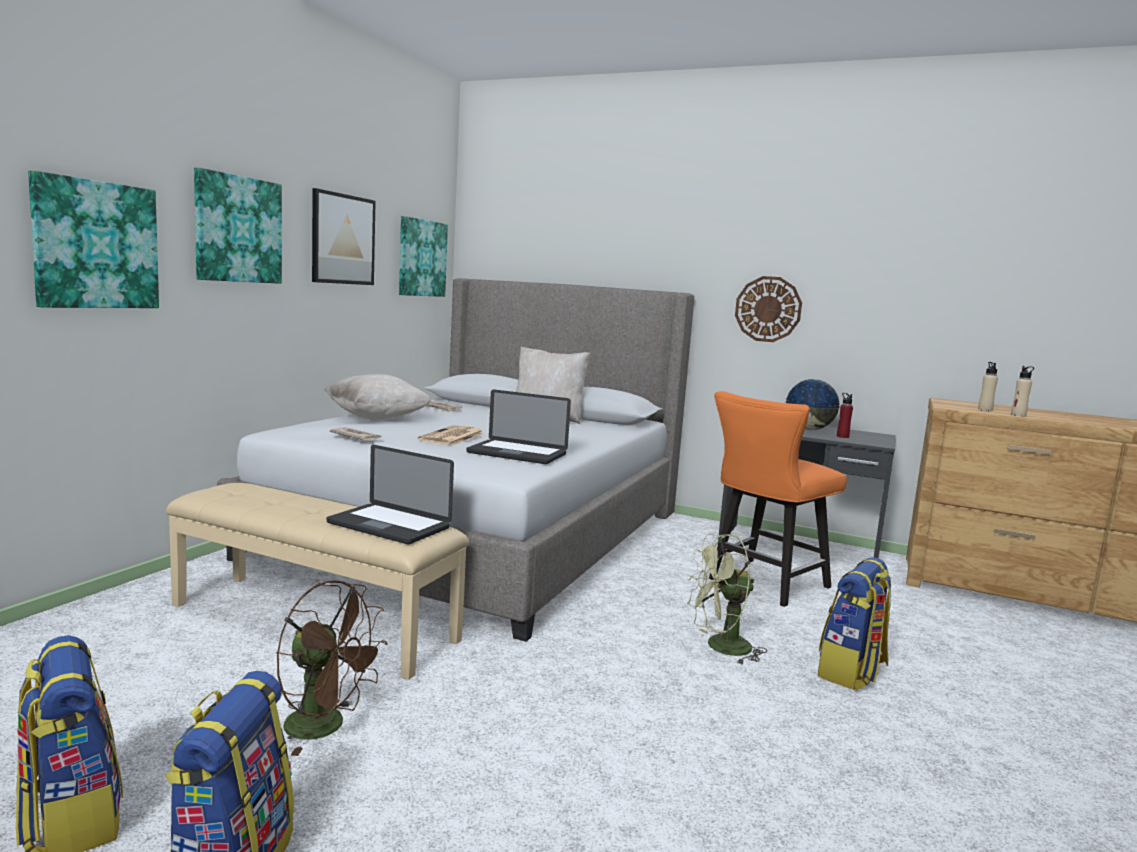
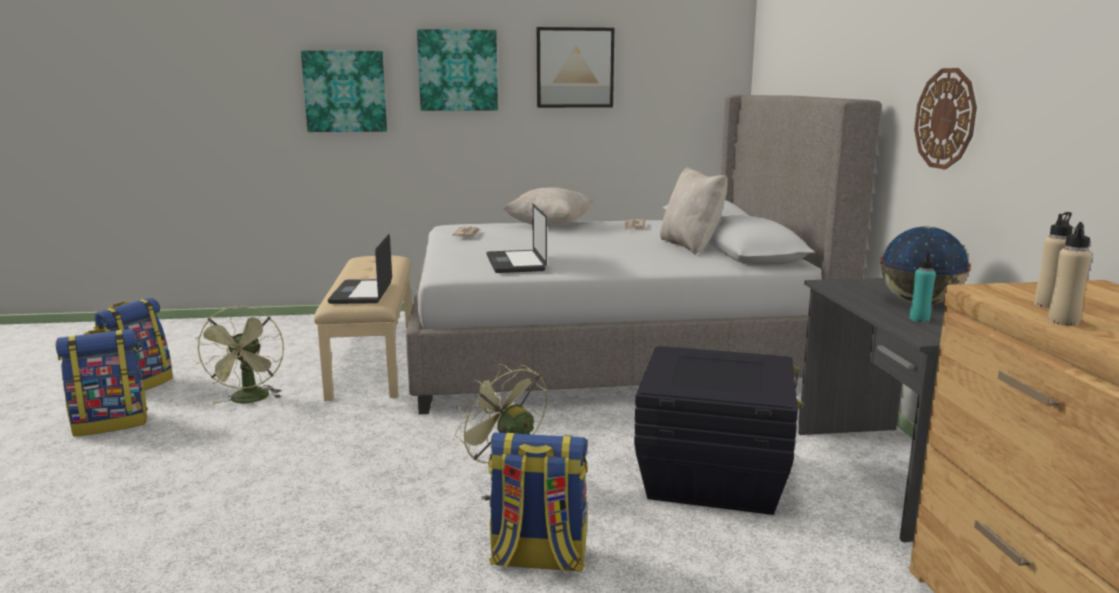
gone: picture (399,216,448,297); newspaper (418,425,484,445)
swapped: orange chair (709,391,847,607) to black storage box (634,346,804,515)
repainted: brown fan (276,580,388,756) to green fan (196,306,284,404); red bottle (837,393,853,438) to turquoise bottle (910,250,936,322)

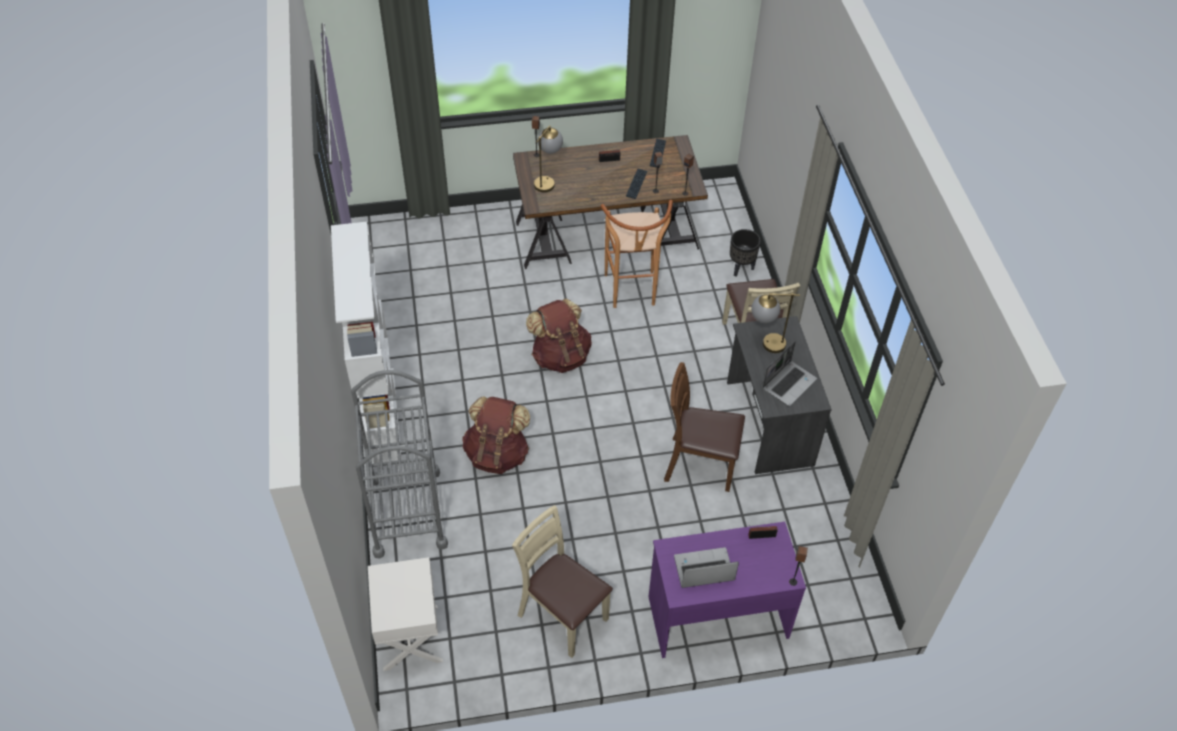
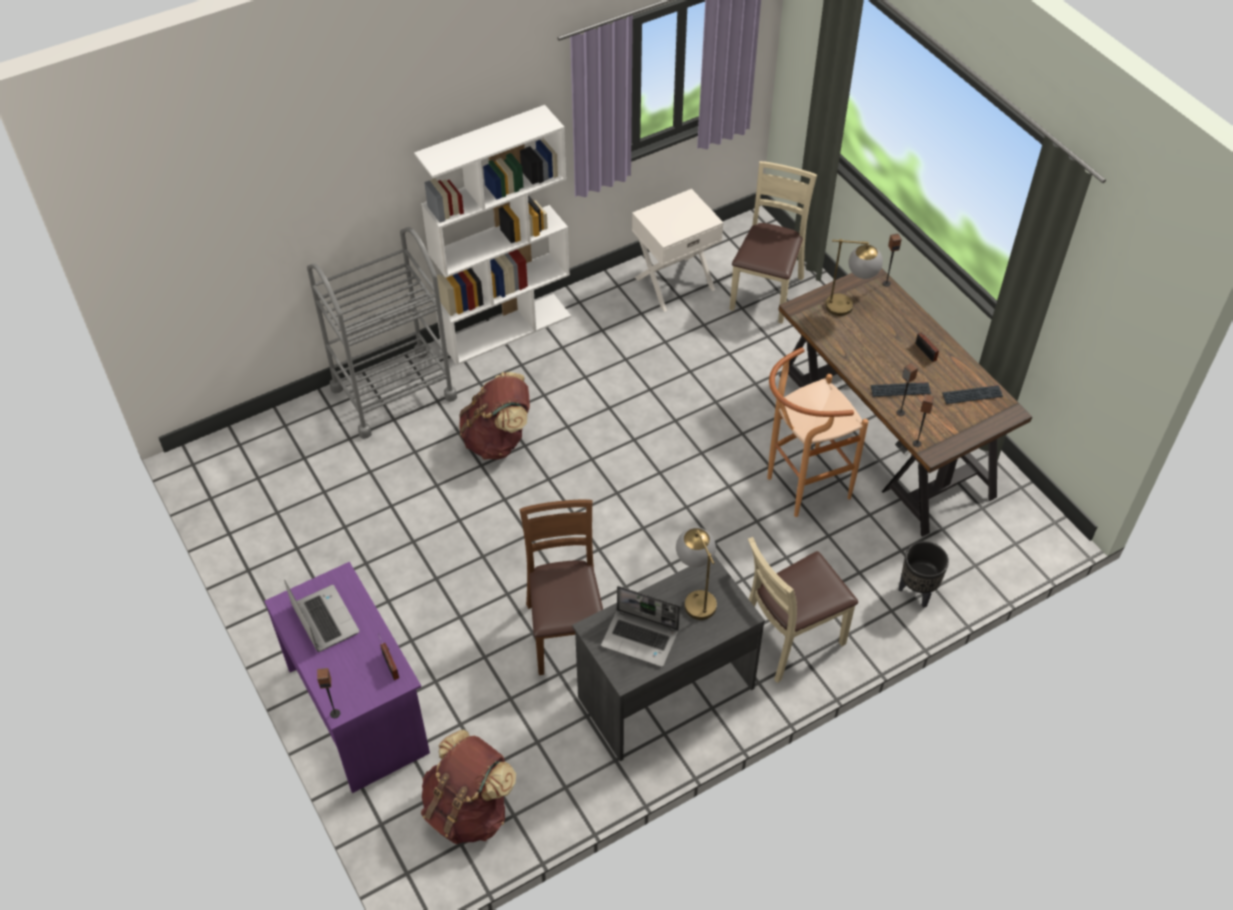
shifted: white nightstand (368,557,443,671) to (632,189,723,312); beige chair (512,505,613,658) to (729,161,817,323); brown backpack (526,298,592,373) to (421,729,516,844)

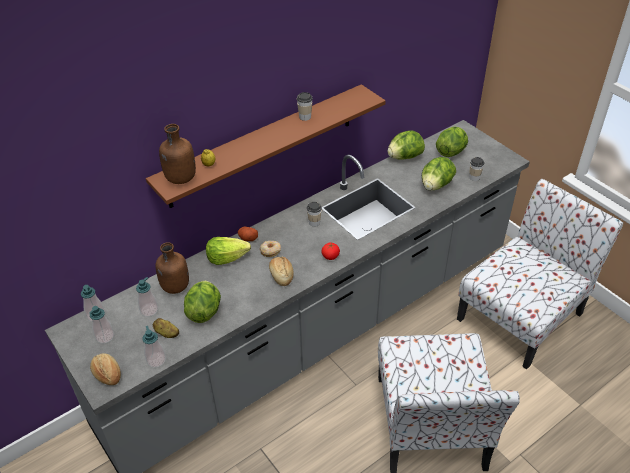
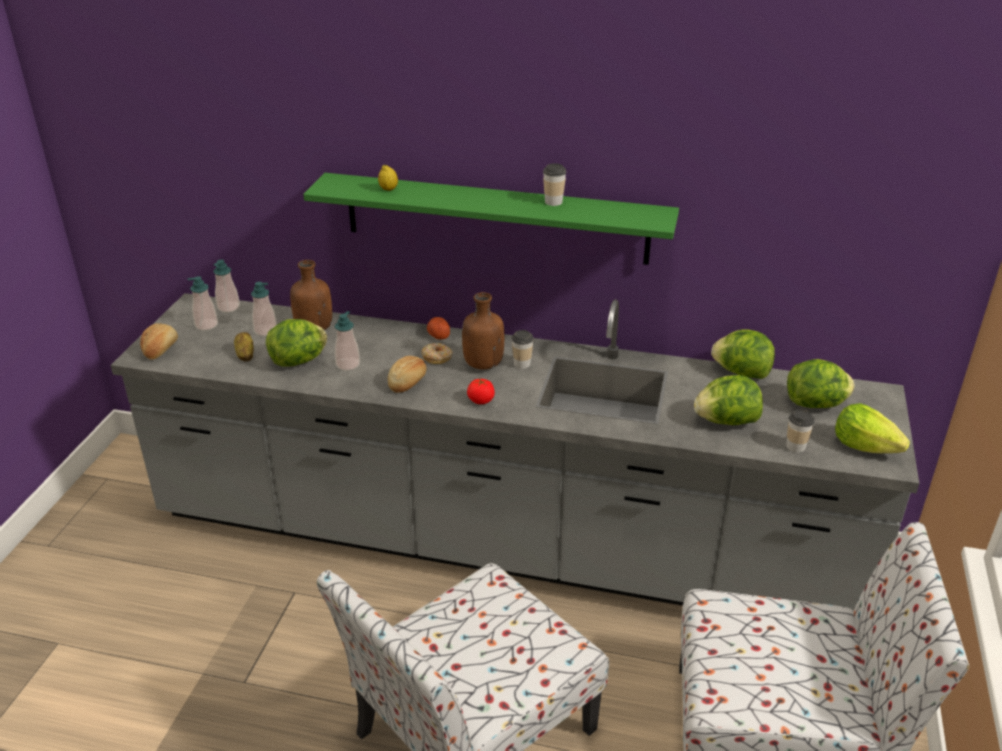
shifted: soap dispenser (143,326,166,368) to (335,311,360,371); brown bottle (159,124,196,184) to (462,292,504,369); lettuce (206,237,251,265) to (835,403,910,453)
repainted: brown shelf (146,84,386,208) to green shelf (303,173,679,265)

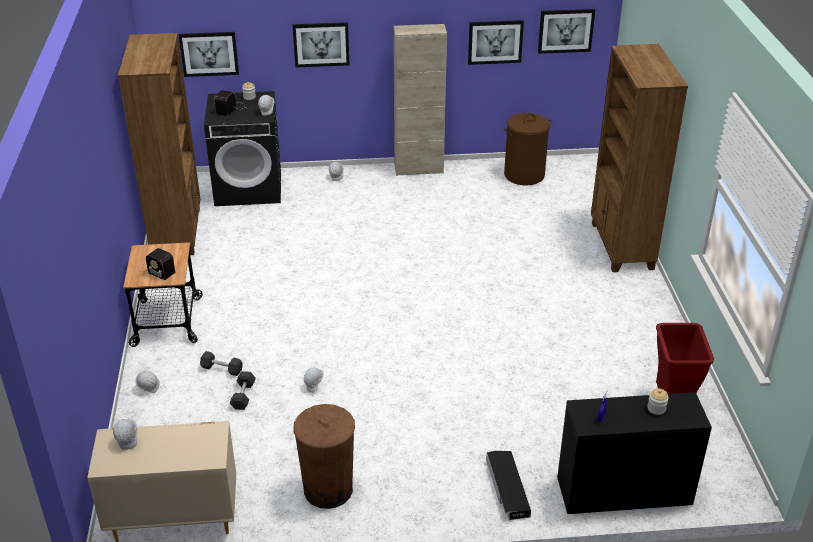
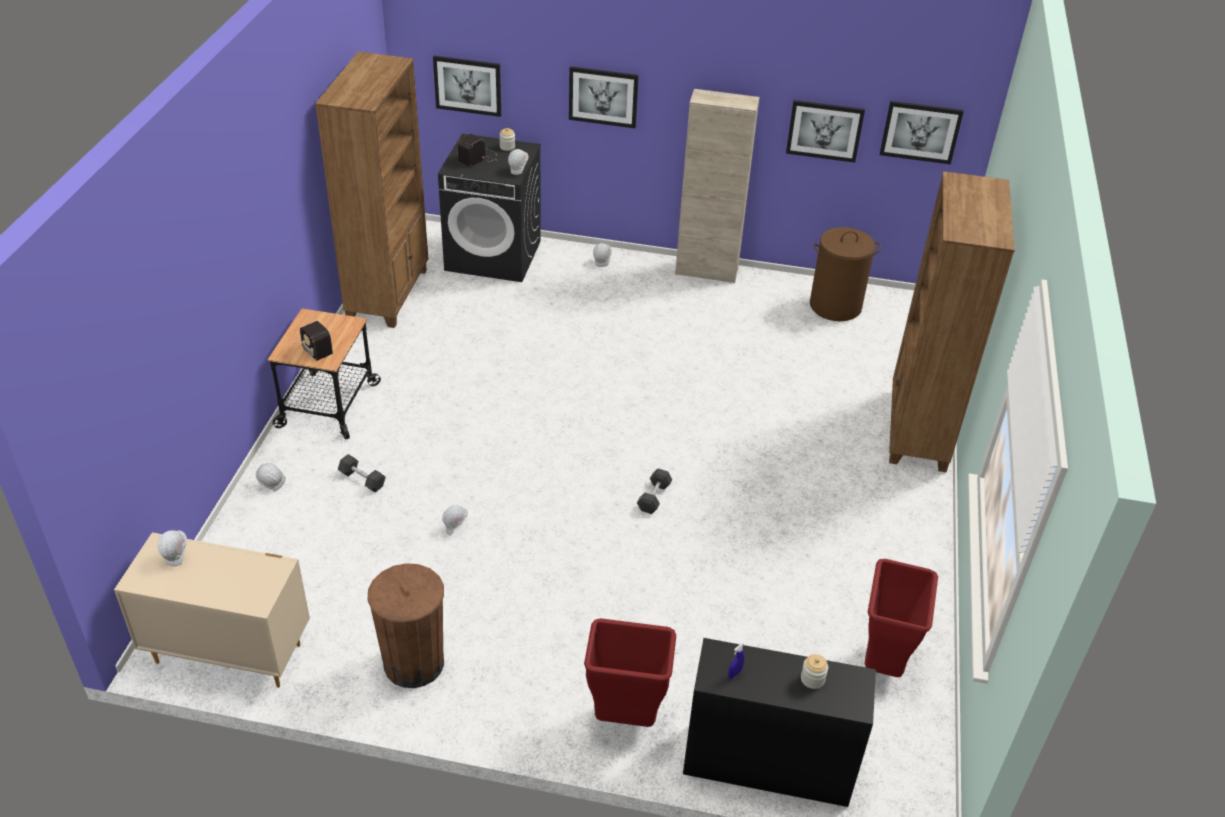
shifted: black dumbbell (230,371,256,410) to (637,468,672,514)
swapped: black storage box (486,451,531,520) to red trash can (584,618,676,727)

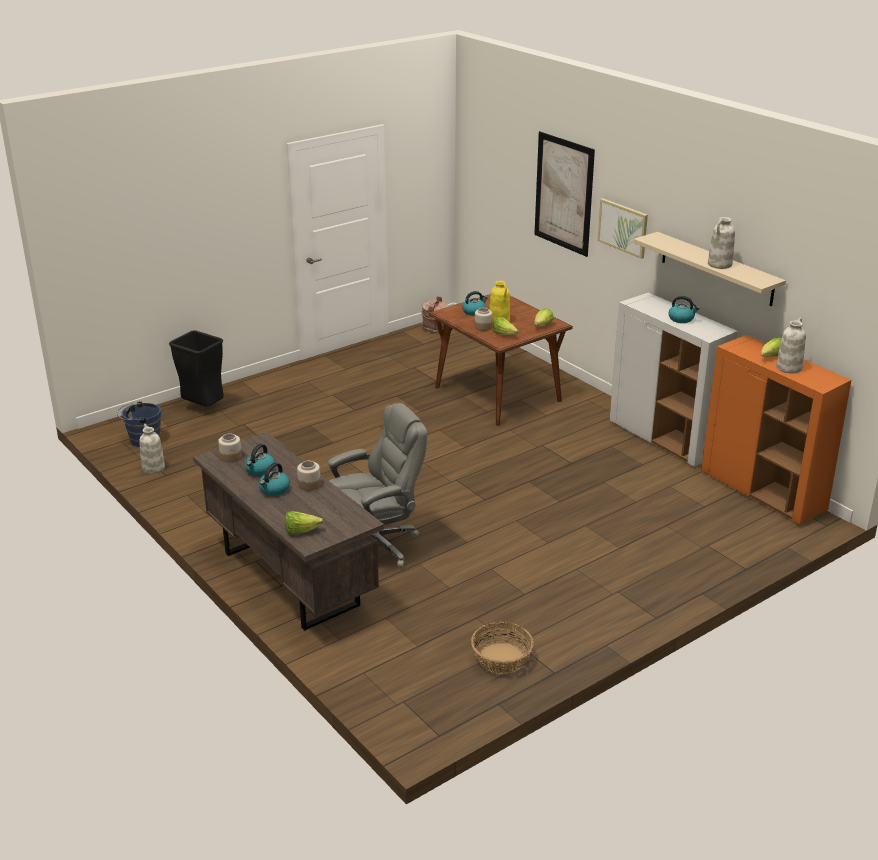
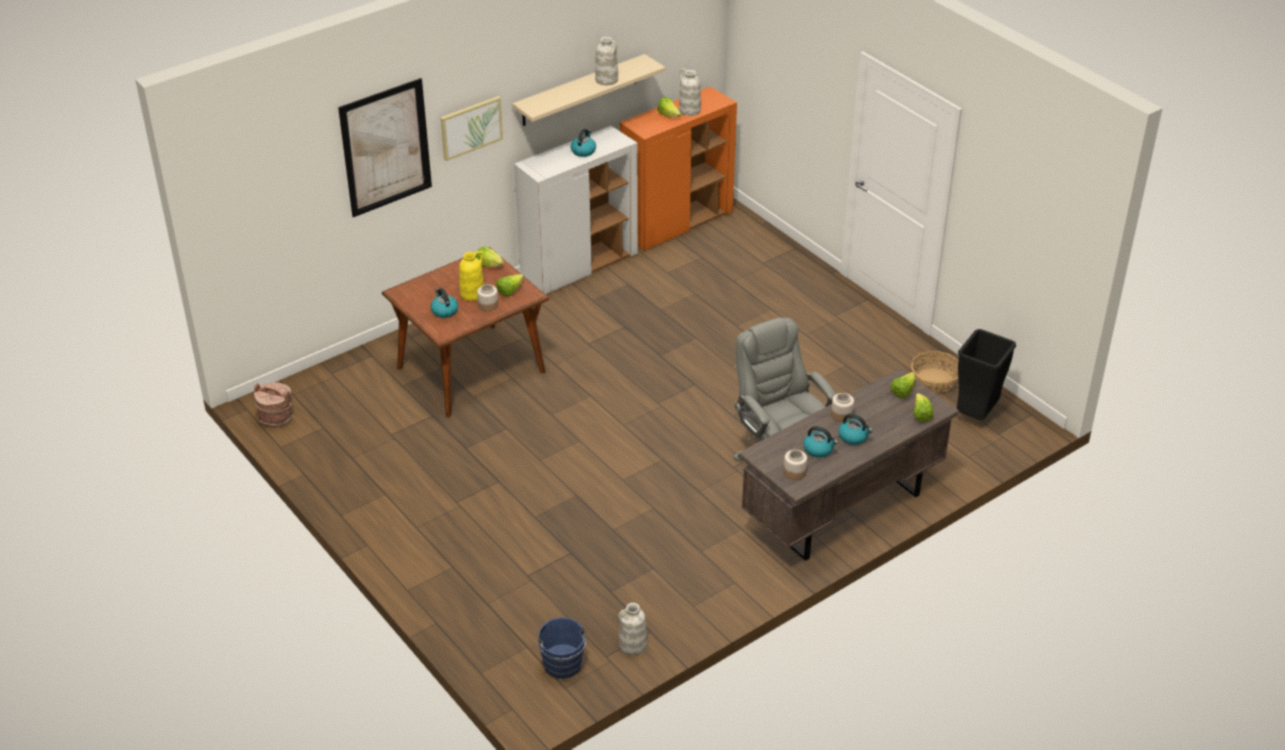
new: lettuce (890,372,915,398)
shifted: black trash can (169,330,224,407) to (957,329,1016,420)

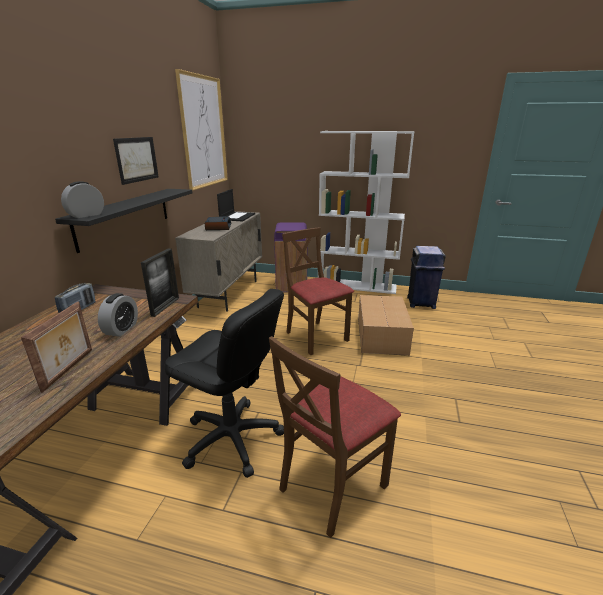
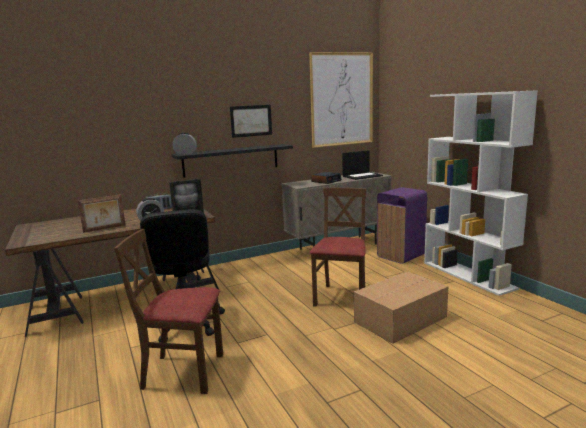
gone: blue trash can (407,246,446,309)

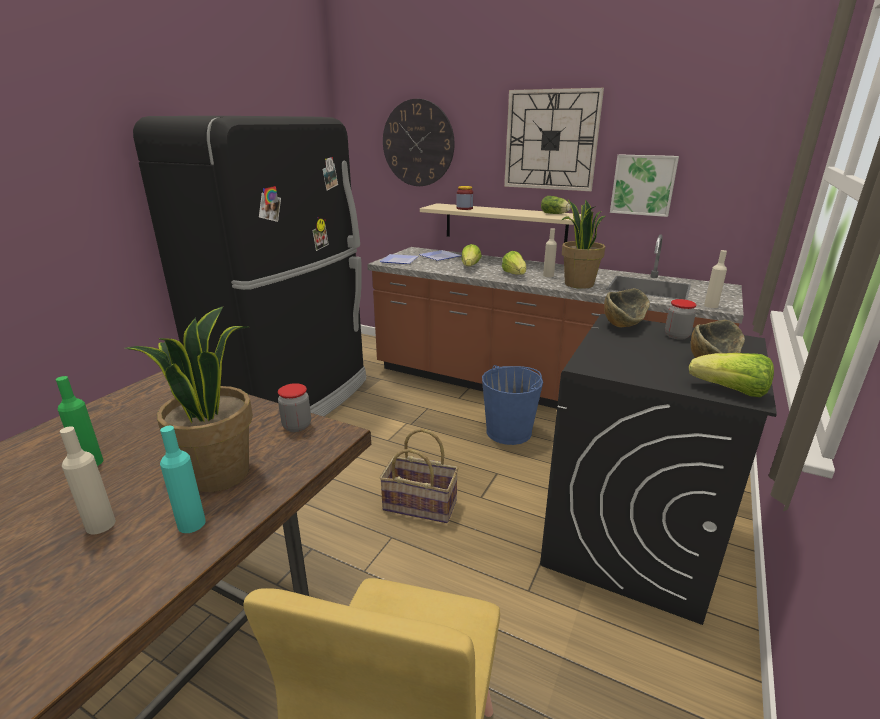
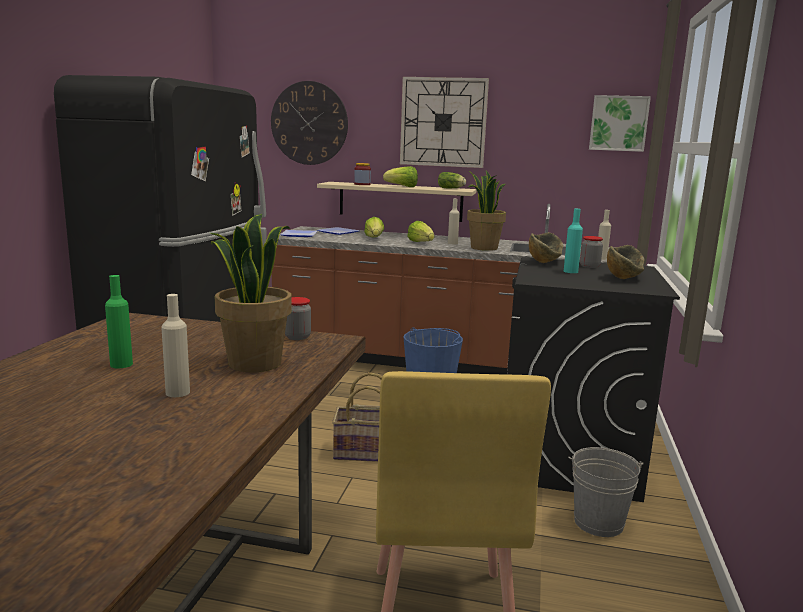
new: grey bucket (568,447,644,537)
shifted: turquoise bottle (160,426,206,533) to (564,209,583,273); picture (610,154,679,217) to (589,95,651,152); lettuce (689,353,774,397) to (383,166,418,187)

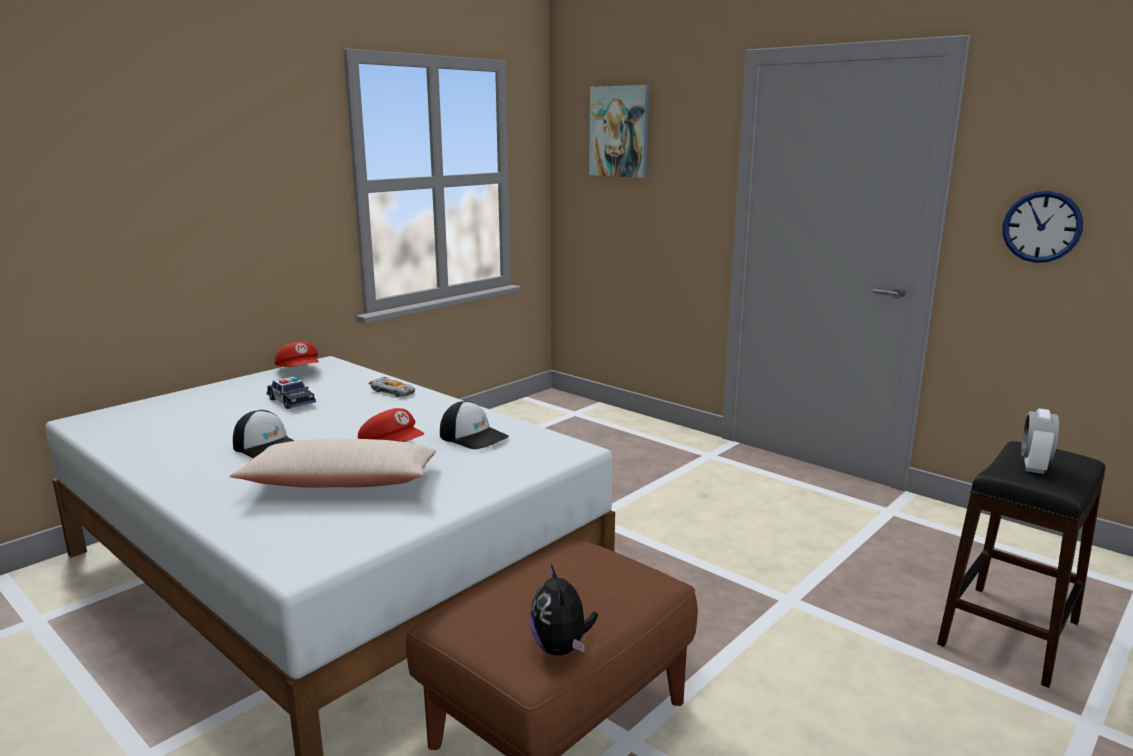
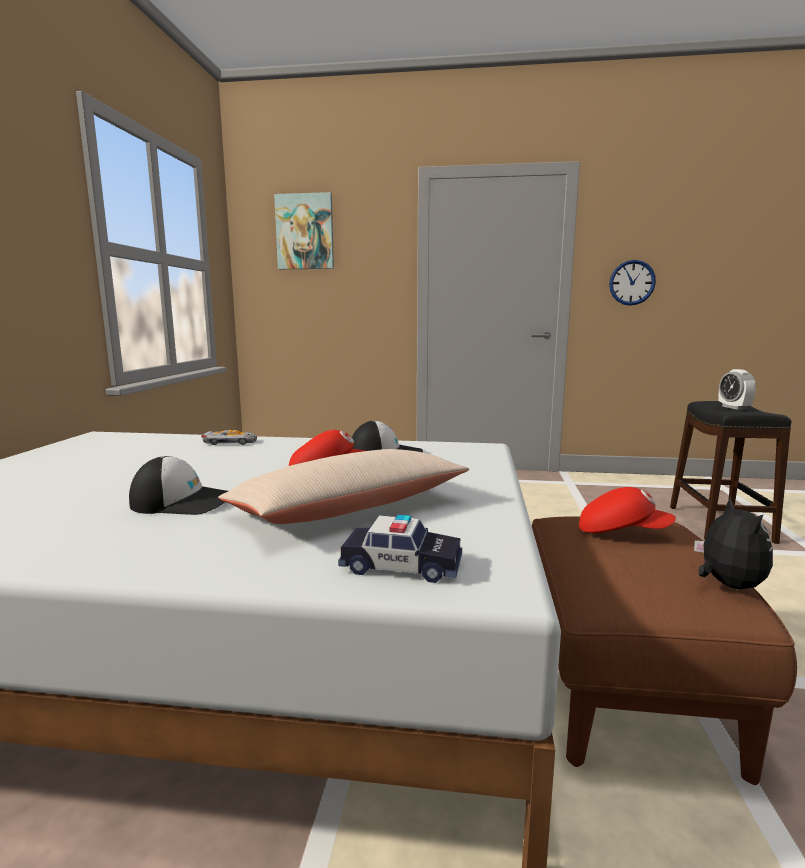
shifted: toy car (267,376,316,409) to (338,515,462,583); red cap (275,342,319,367) to (579,487,676,533)
rotated: plush toy (530,564,598,655) = (694,497,773,589) 135 degrees counterclockwise

